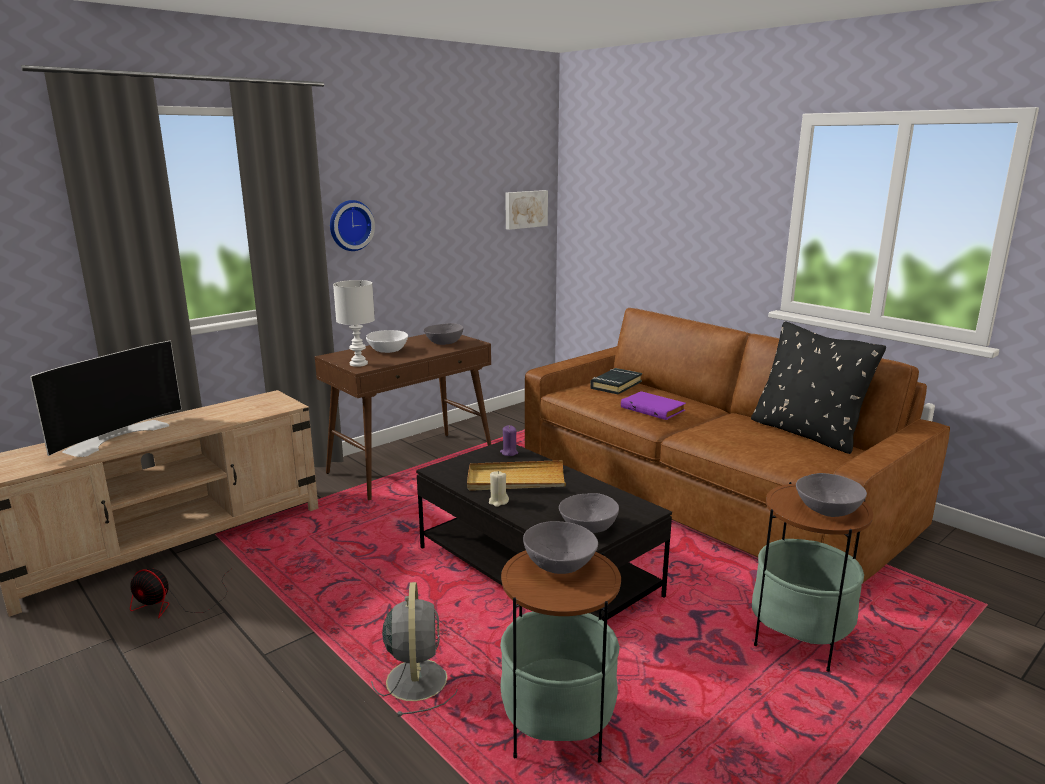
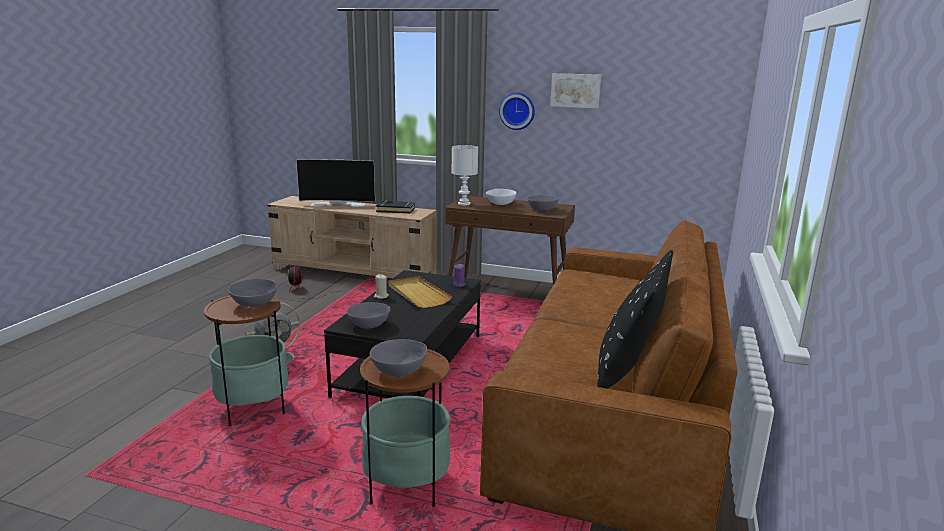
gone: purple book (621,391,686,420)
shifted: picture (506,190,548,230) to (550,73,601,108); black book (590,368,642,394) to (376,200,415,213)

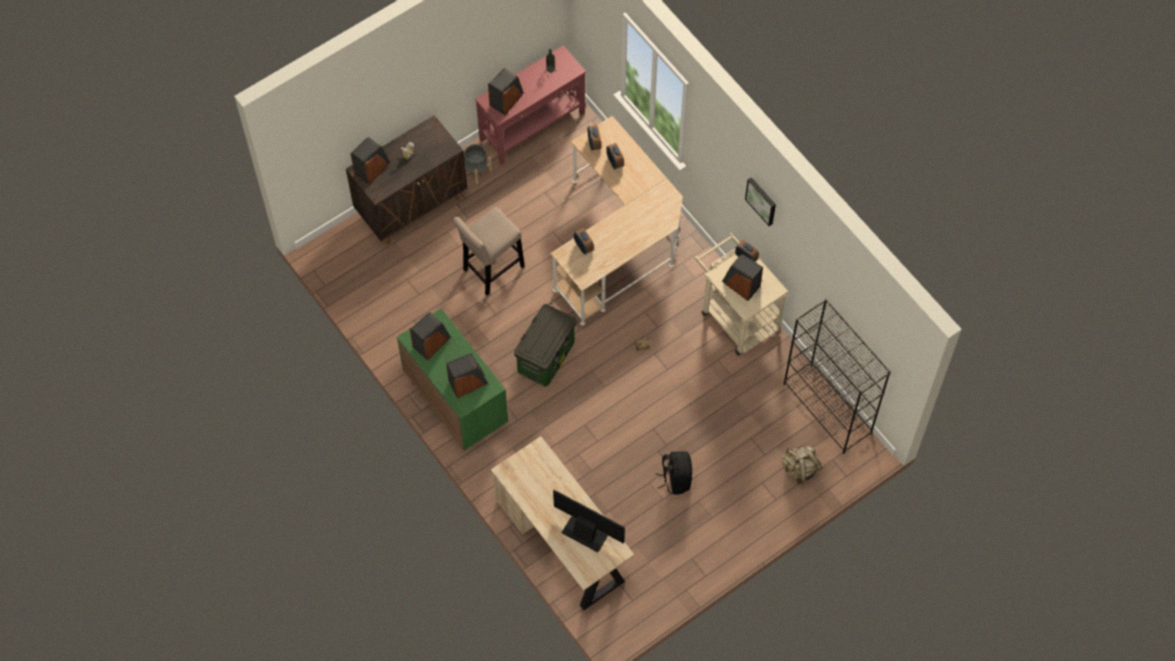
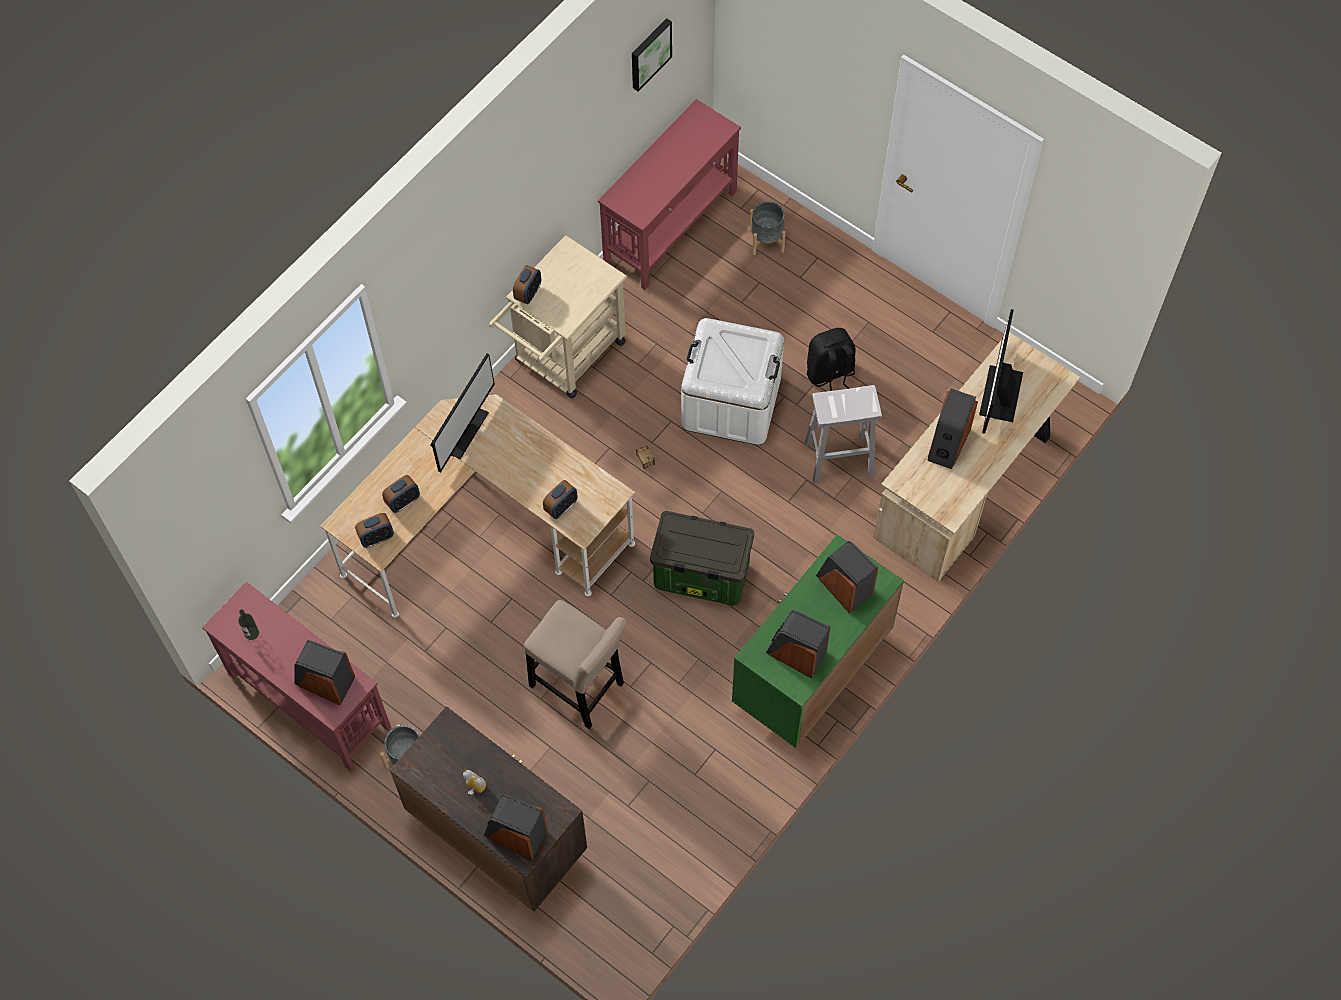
new: monitor (430,353,495,472); white storage box (681,318,784,445); white stool (805,385,882,484)
shifted: speaker (722,254,763,301) to (927,388,978,469); picture (745,177,776,226) to (632,18,672,91)
swapped: beige backpack (781,446,823,484) to grey planter (749,201,786,255); black bookcase (783,299,891,454) to red console table (598,99,741,290)

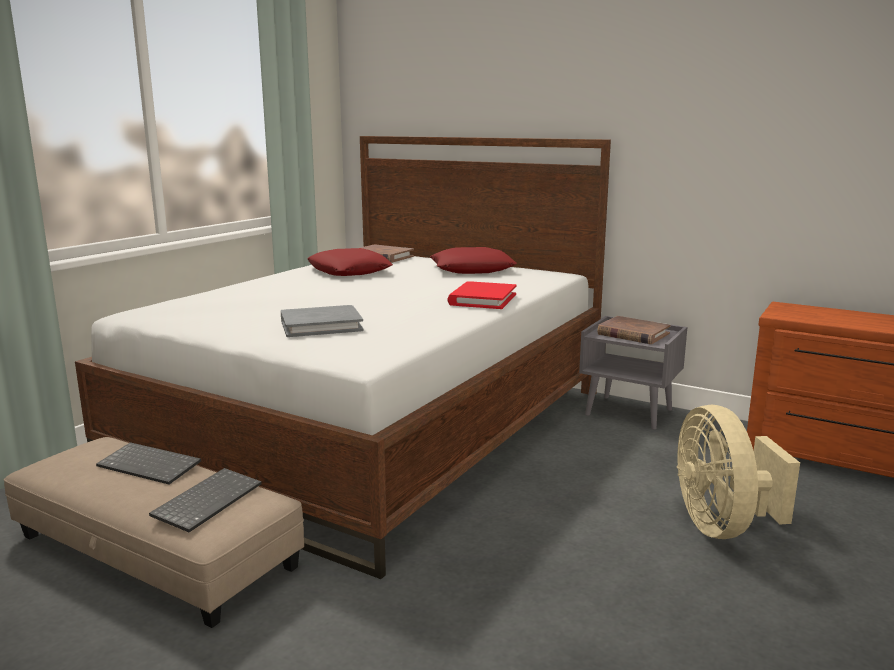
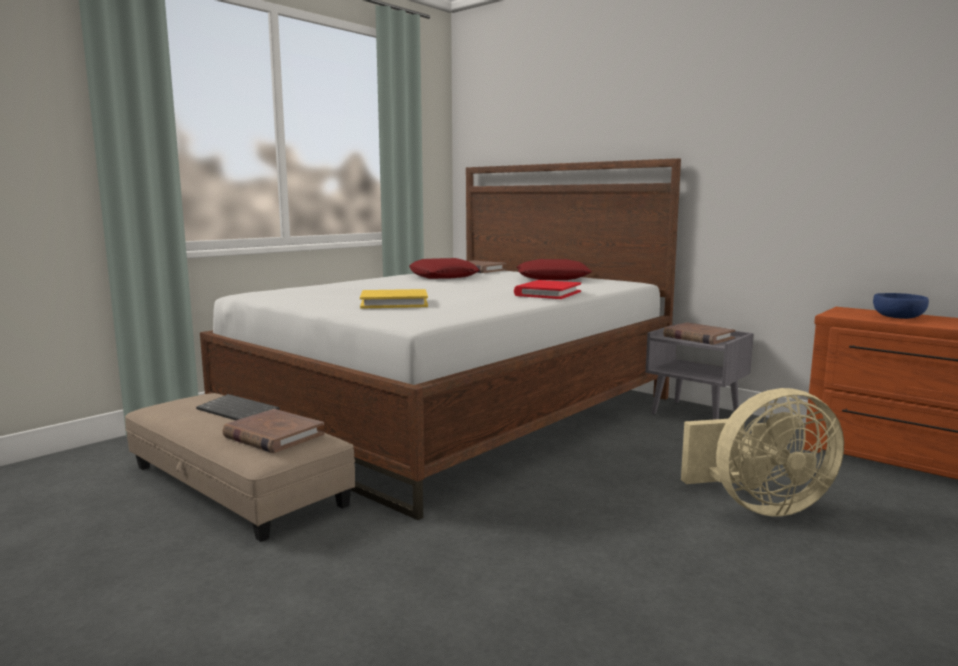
new: blue bowl (873,293,929,319)
swapped: keyboard (149,468,261,532) to brown book (222,409,324,453)
repainted: grey book (281,305,364,337) to yellow book (360,289,428,308)
rotated: beige fan (677,405,800,539) = (681,388,844,516) 105 degrees counterclockwise

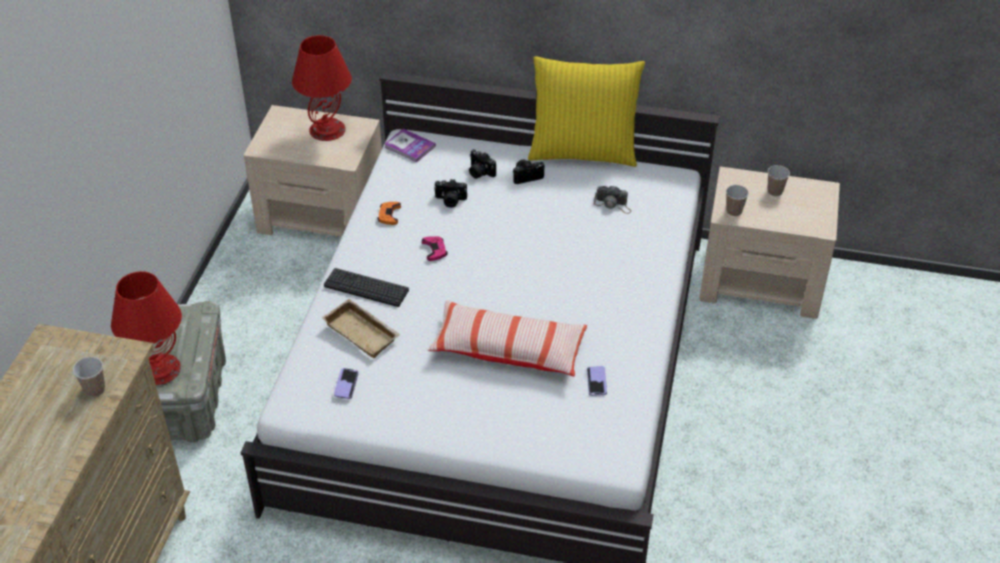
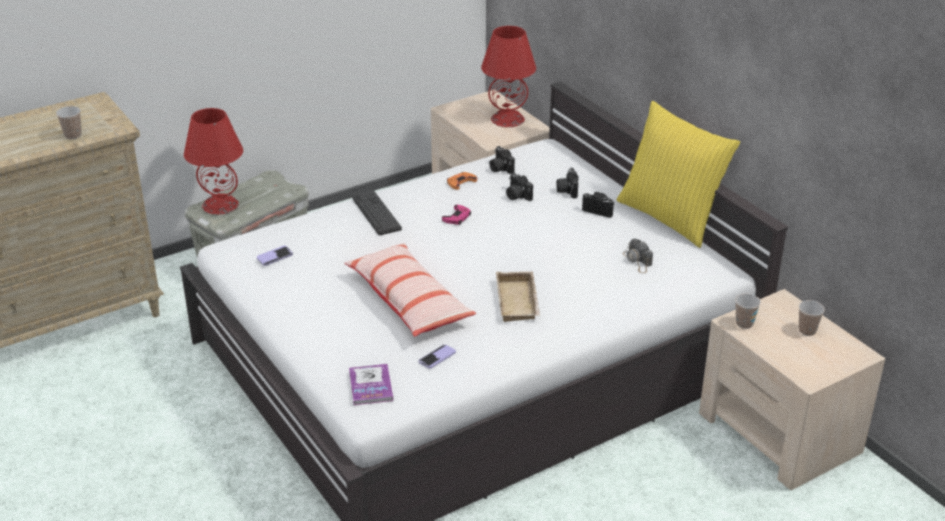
new: photo camera (489,146,515,174)
shifted: beige tray (322,299,400,358) to (496,271,540,322); book (384,129,436,162) to (349,364,393,405)

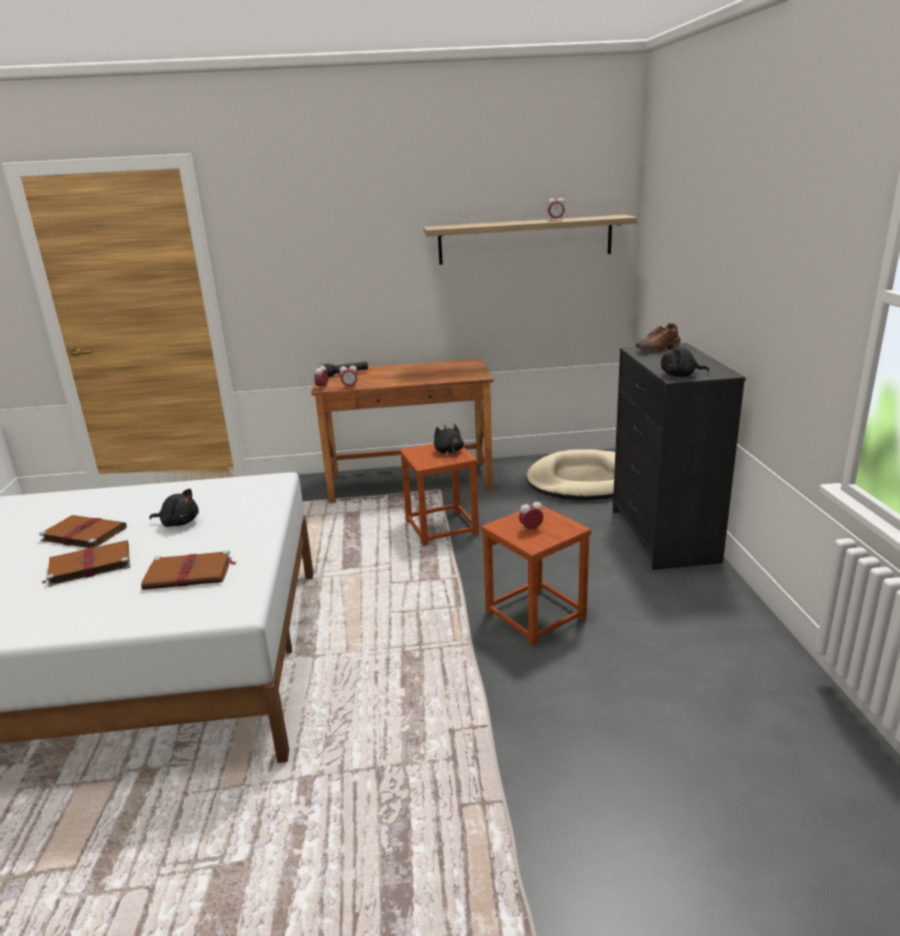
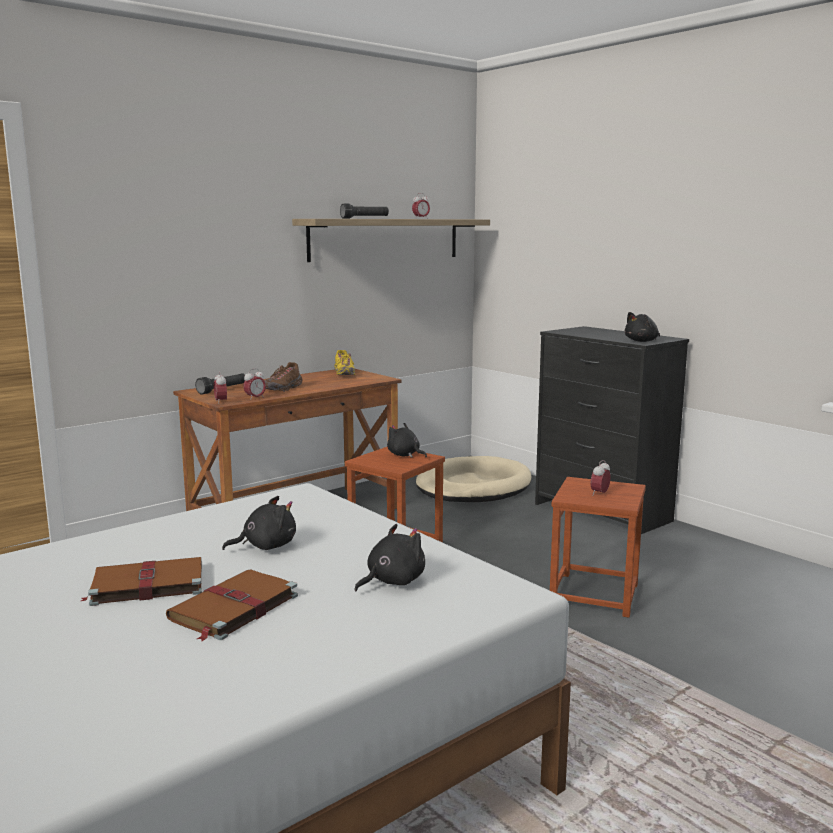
new: yellow shoe (334,350,355,375); black flashlight (340,203,389,219)
shifted: brown shoe (636,323,680,353) to (264,362,303,392)
swapped: brown book (141,550,236,590) to black plush toy (355,524,425,591)

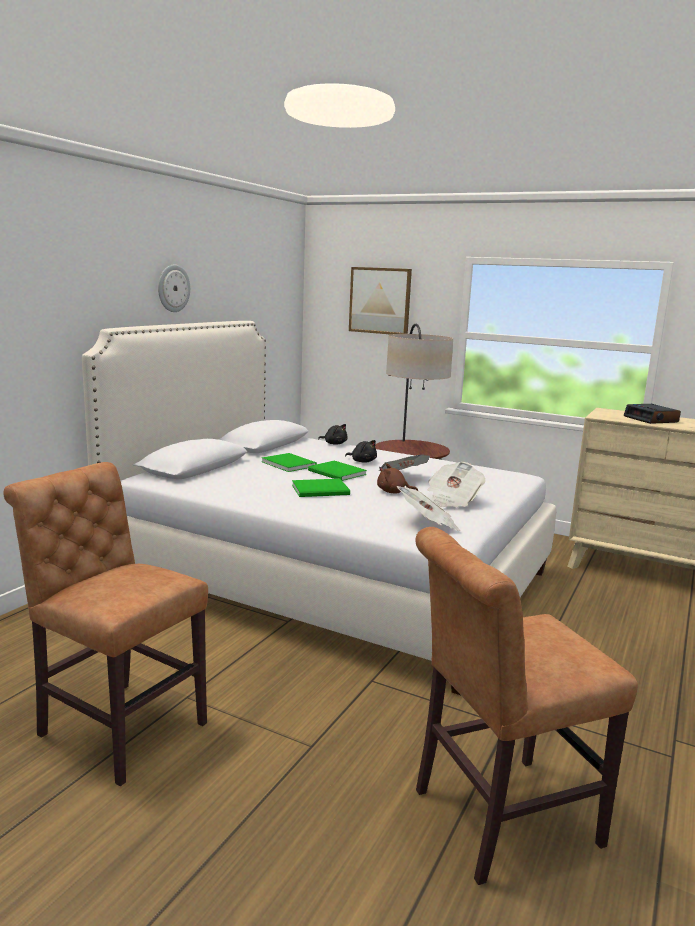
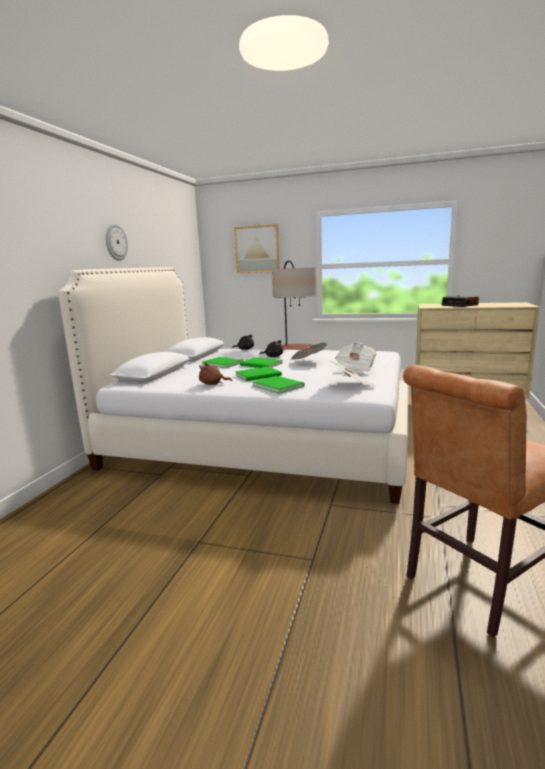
gone: brown chair (3,462,208,786)
new: green book (253,376,305,394)
shifted: brown plush toy (377,464,418,494) to (199,363,232,385)

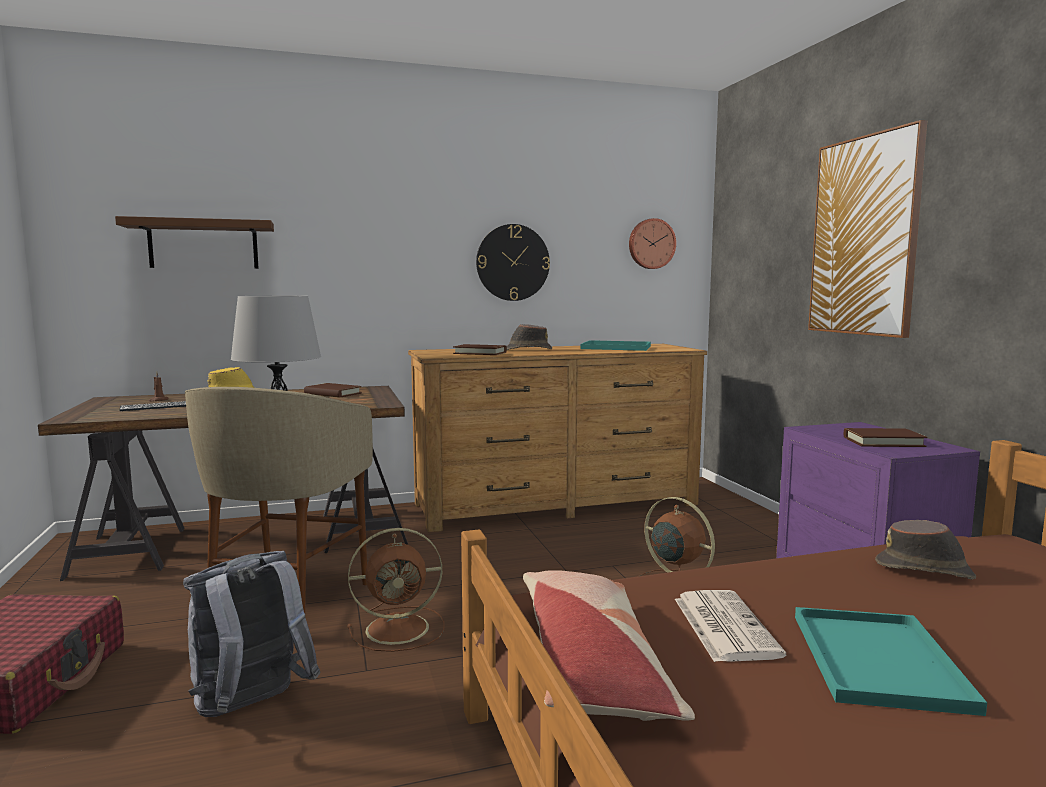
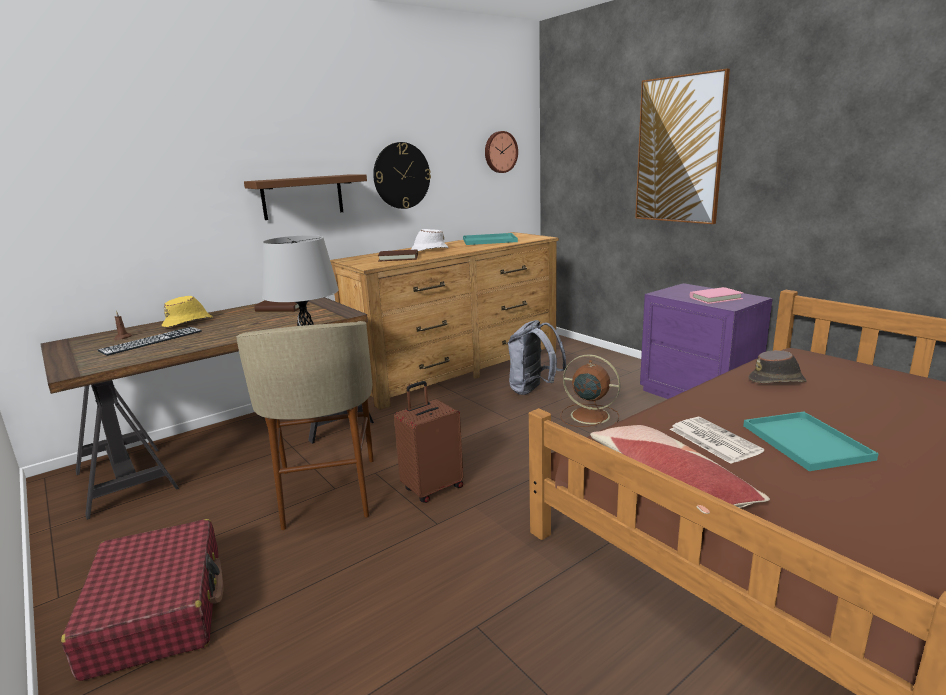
shifted: brown shelf (115,216,274,269) to (244,174,367,220); grey backpack (183,551,321,717) to (508,320,567,395)
swapped: brown fan (348,528,445,652) to brown suitcase (394,381,463,503)
repainted: brown hat (507,324,552,350) to white hat (411,229,448,251); brown book (844,428,927,447) to pink book (690,287,743,304)

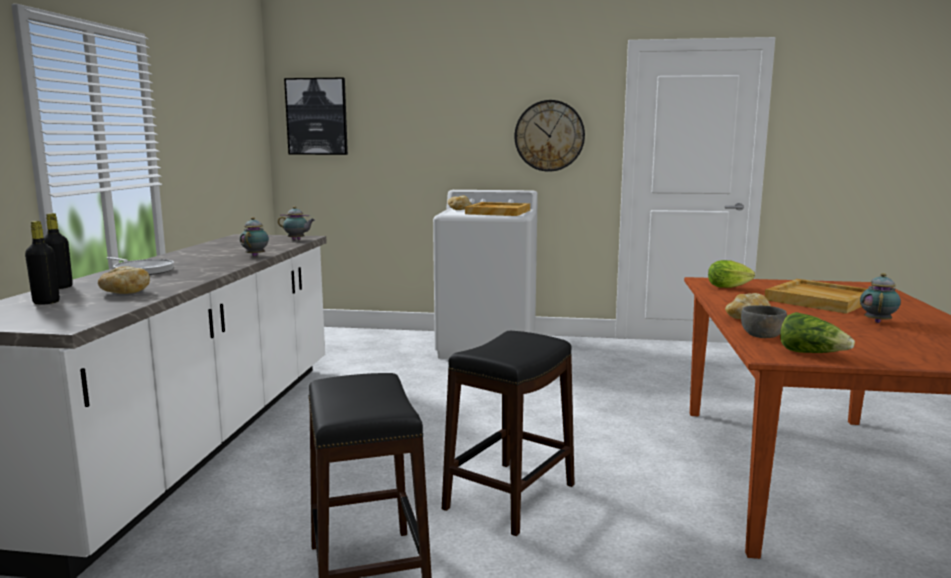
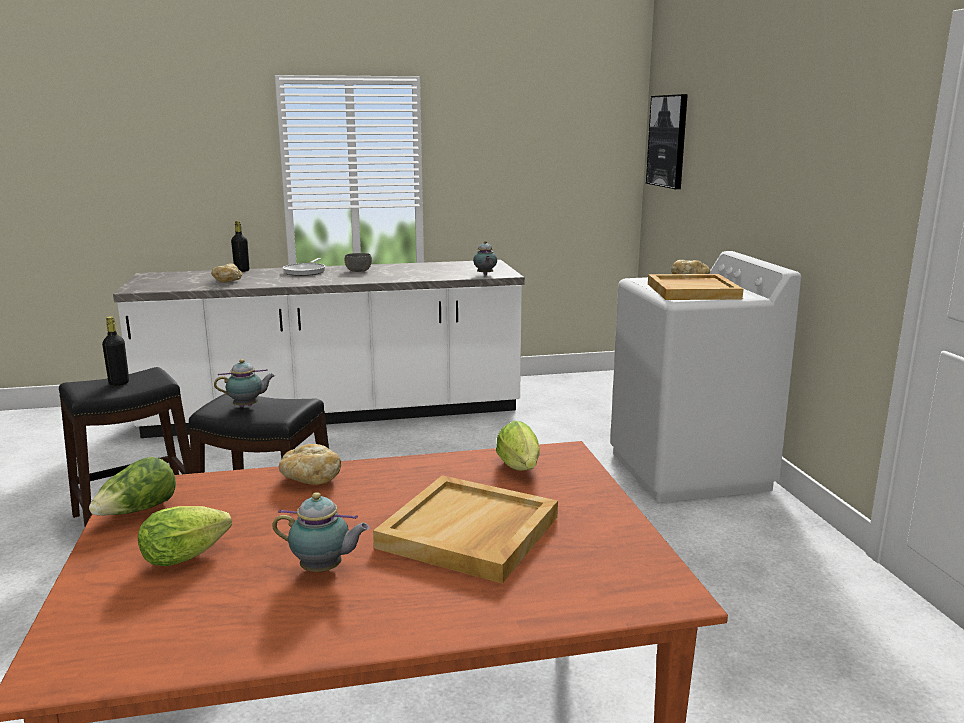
gone: wall clock (515,100,585,172)
new: lettuce (138,506,232,566)
shifted: black bottle (25,221,60,304) to (102,316,129,386); teapot (240,217,269,257) to (214,359,275,407); grey bowl (741,305,787,338) to (345,253,372,272)

